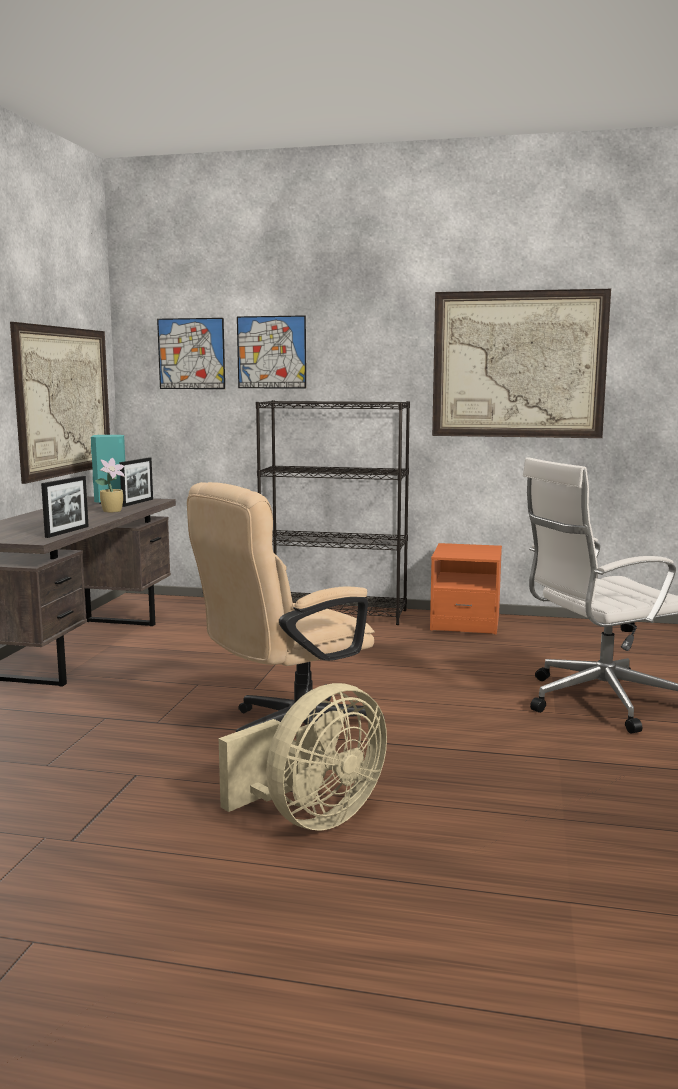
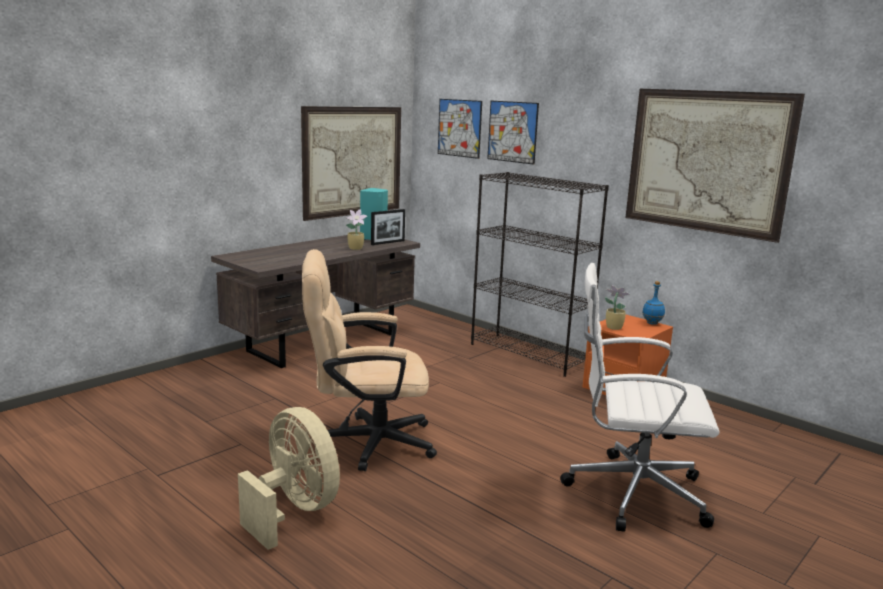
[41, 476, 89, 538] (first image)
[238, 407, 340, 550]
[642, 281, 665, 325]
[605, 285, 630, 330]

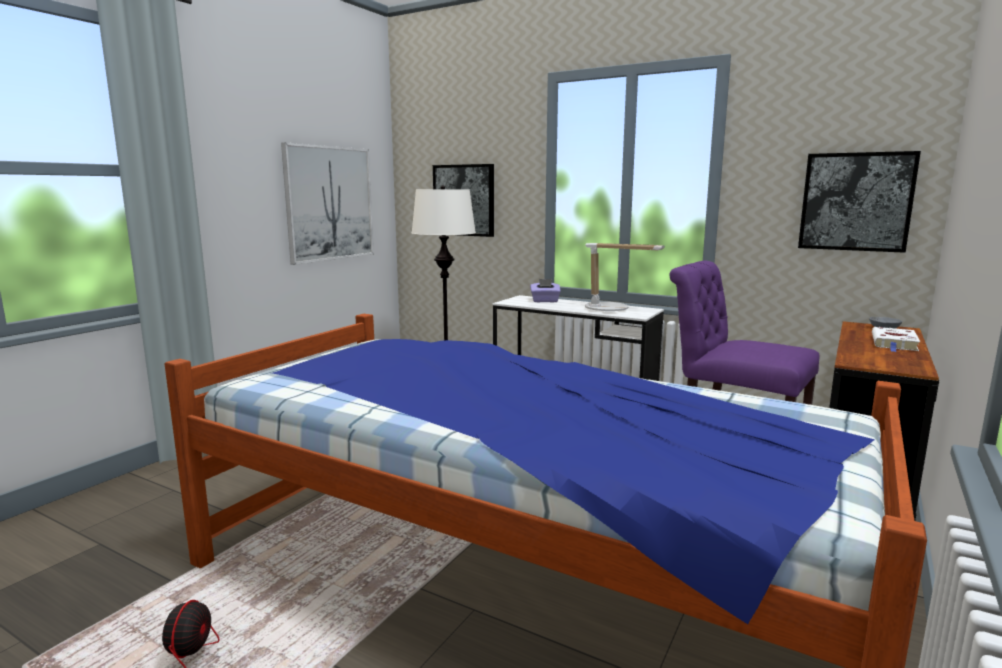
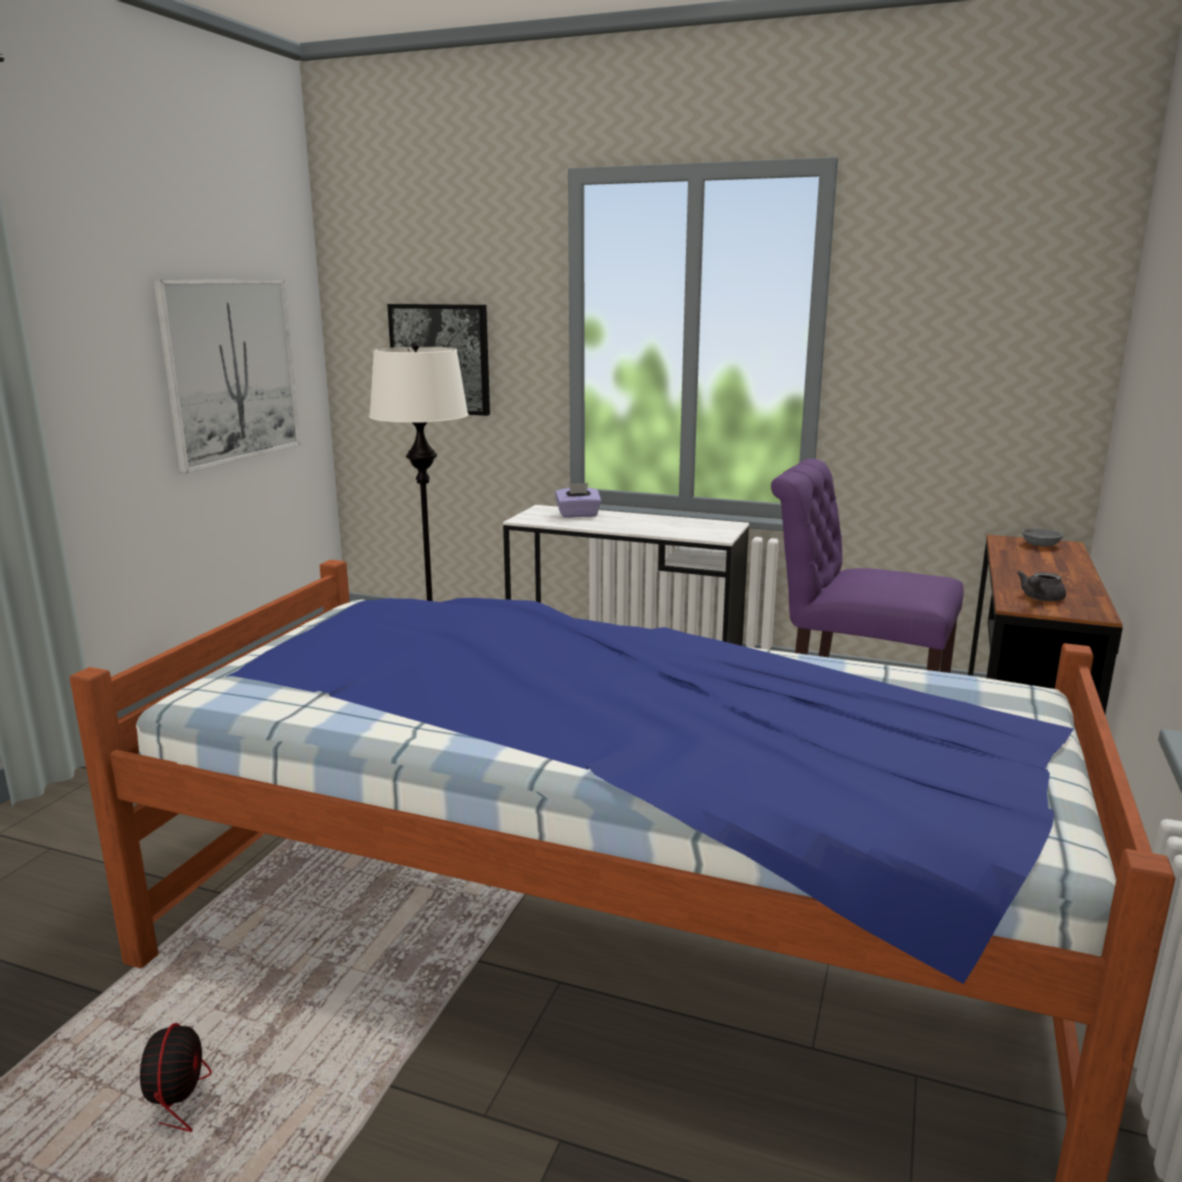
[798, 151, 921, 253] (first image)
[585, 243, 665, 311] (first image)
[872, 327, 920, 352] (first image)
[1017, 571, 1066, 601]

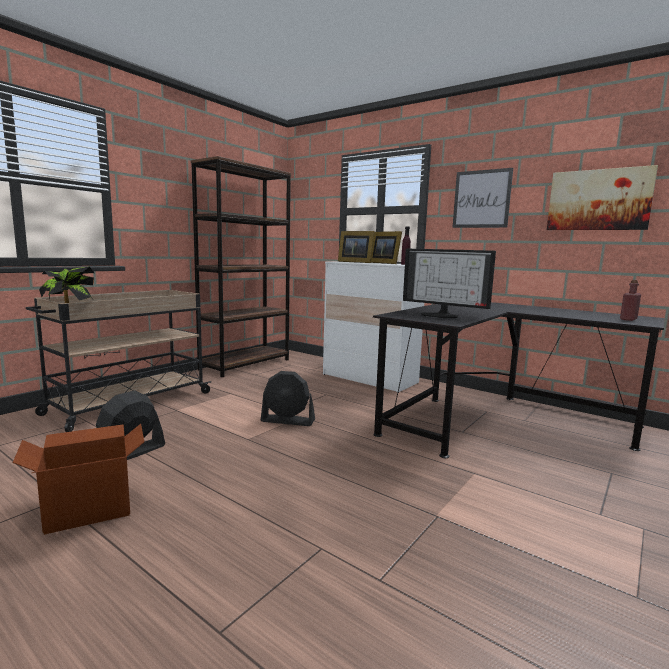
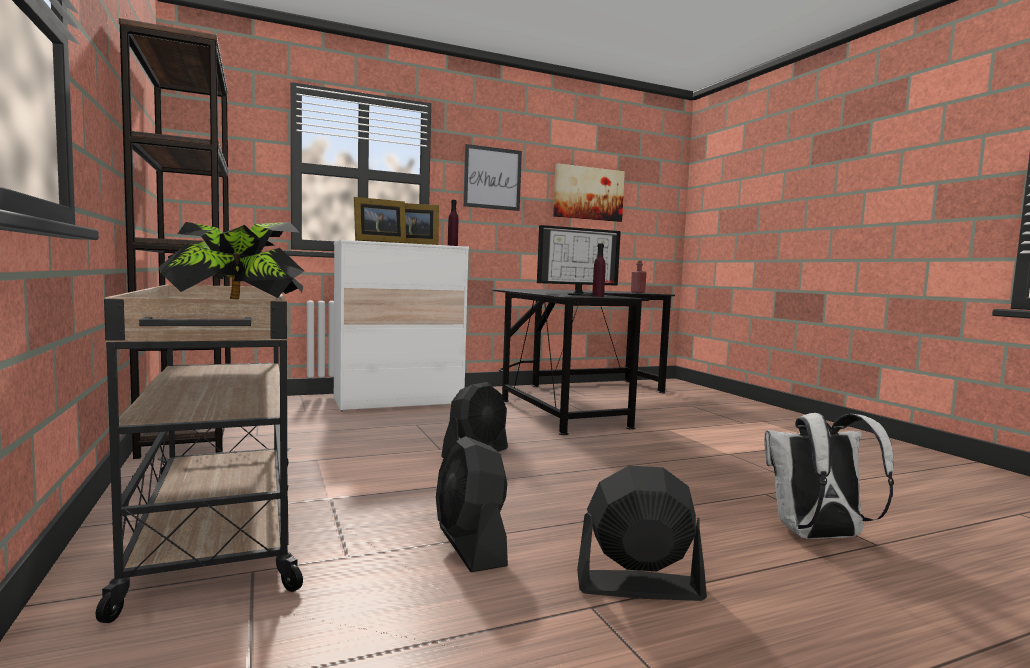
[577, 466, 707, 601]
[592, 243, 606, 297]
[764, 413, 894, 539]

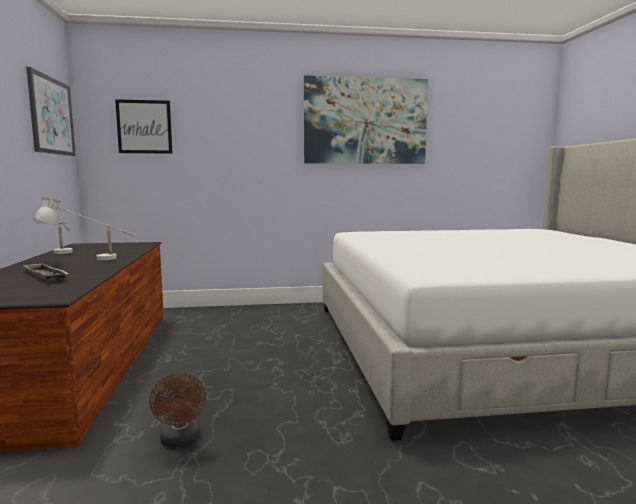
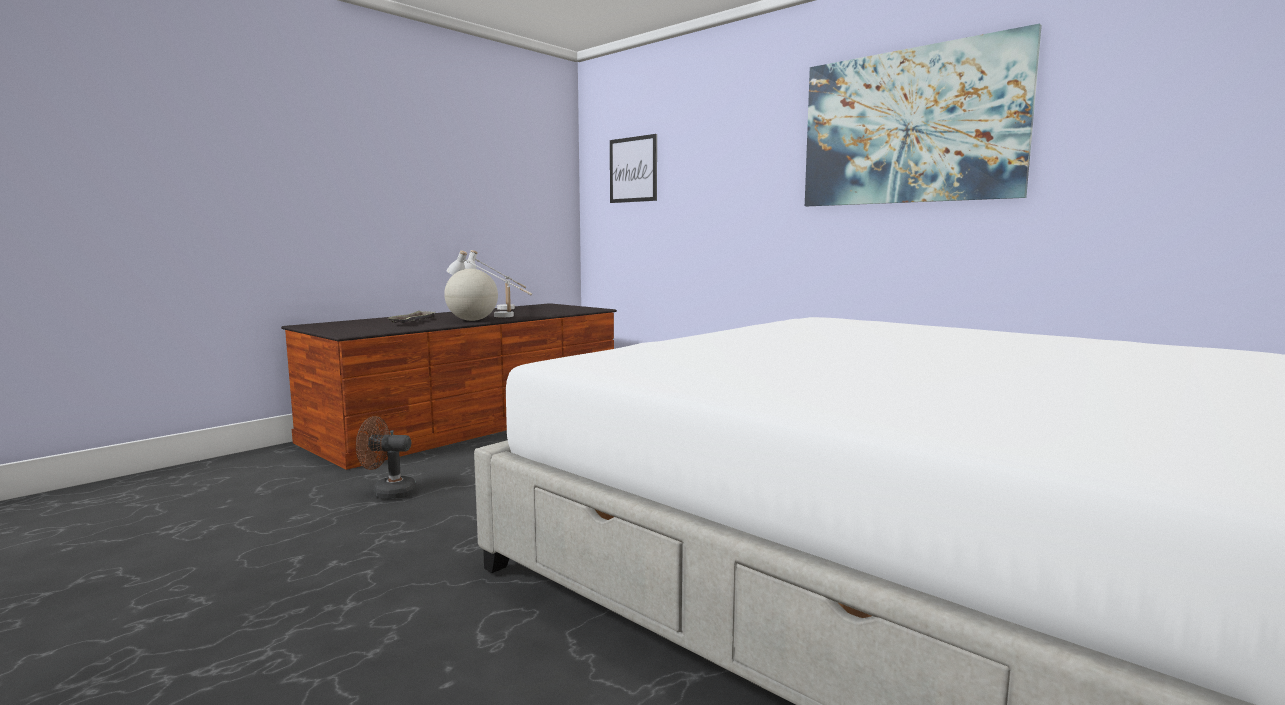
[26, 67, 76, 156] (first image)
[356, 416, 417, 499]
[444, 269, 498, 321]

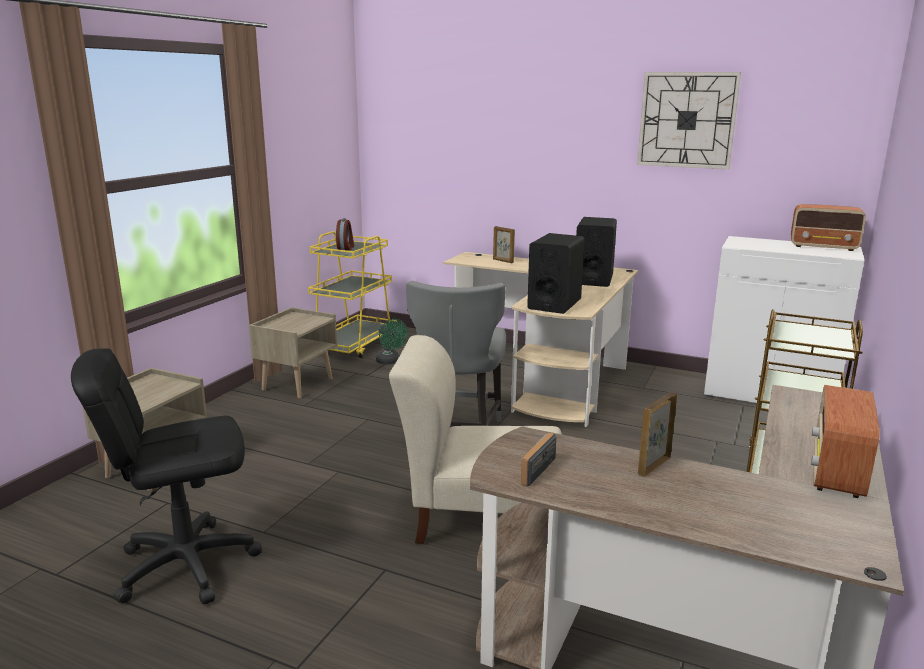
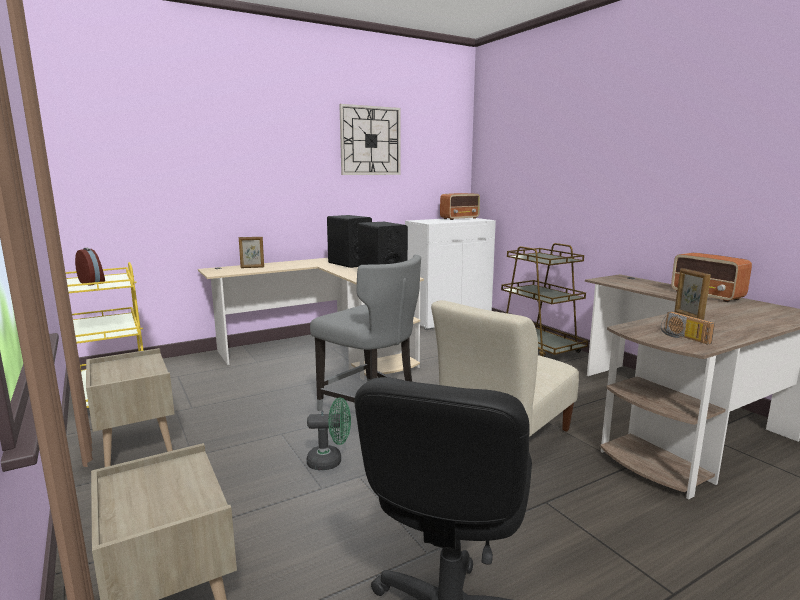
[307, 397, 351, 470]

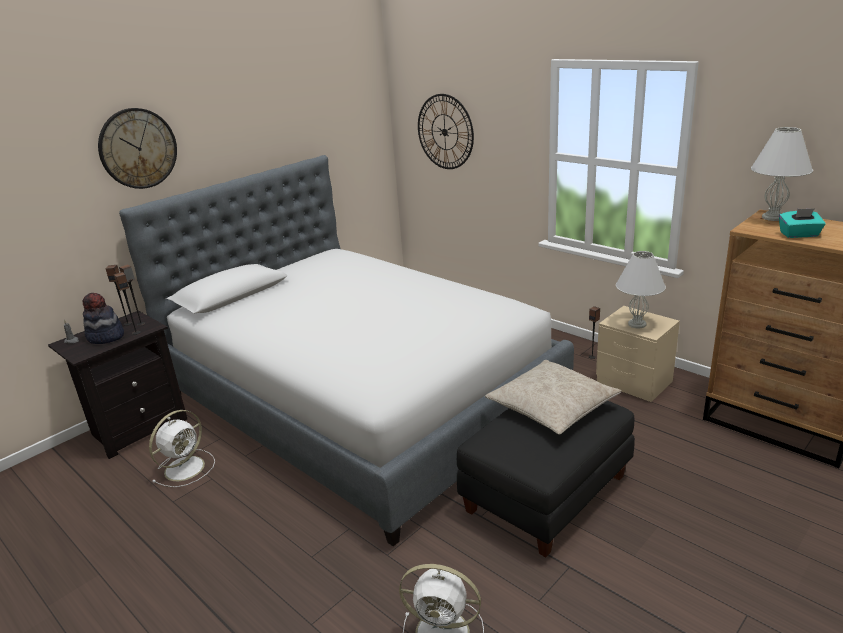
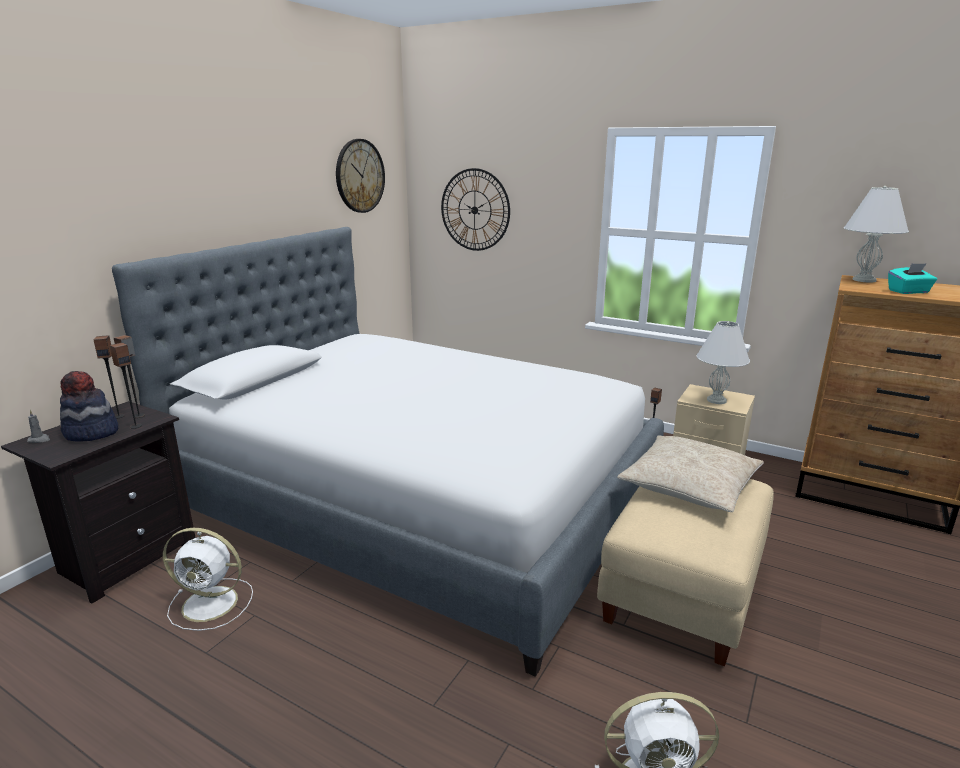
[336, 139, 385, 213]
[597, 479, 774, 667]
[163, 528, 253, 631]

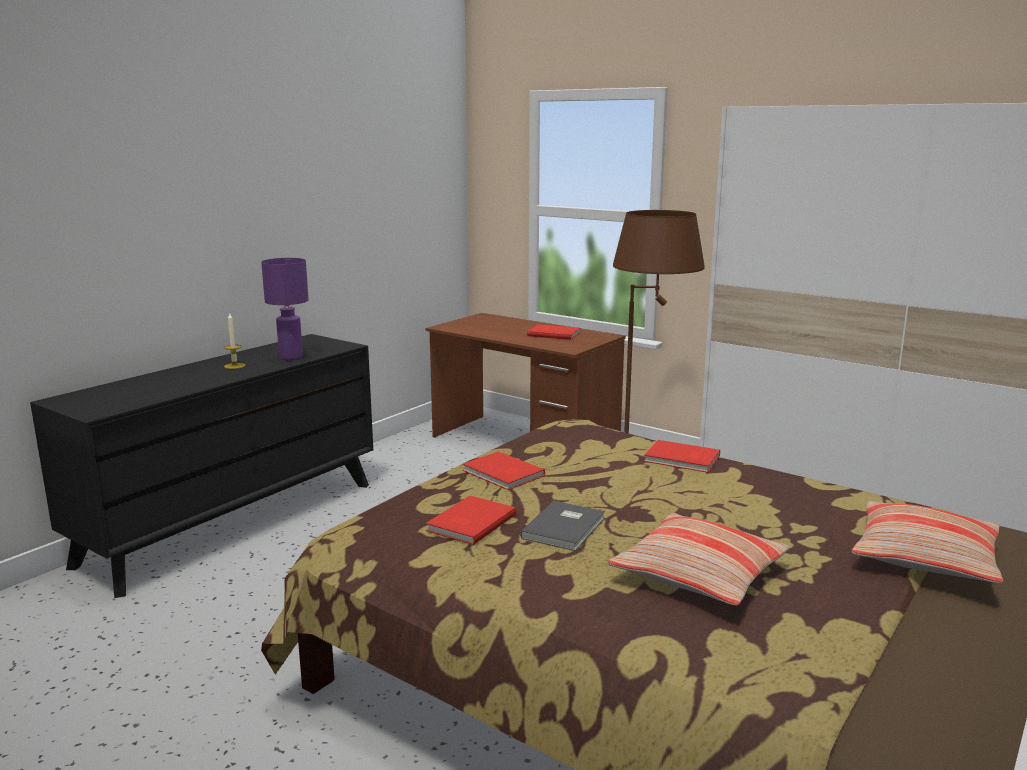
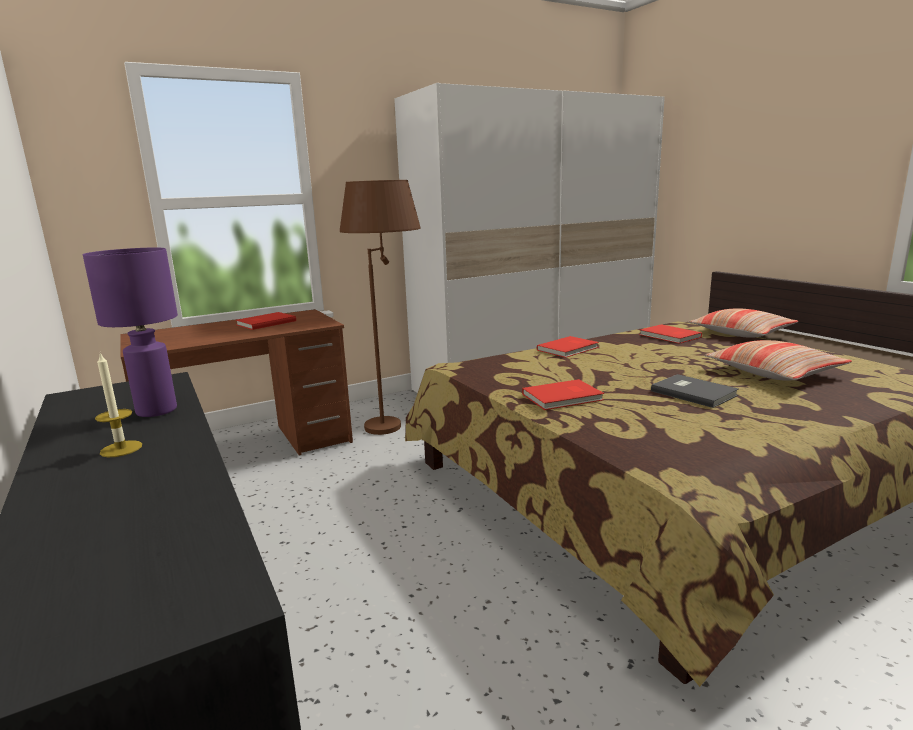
[639, 324, 702, 344]

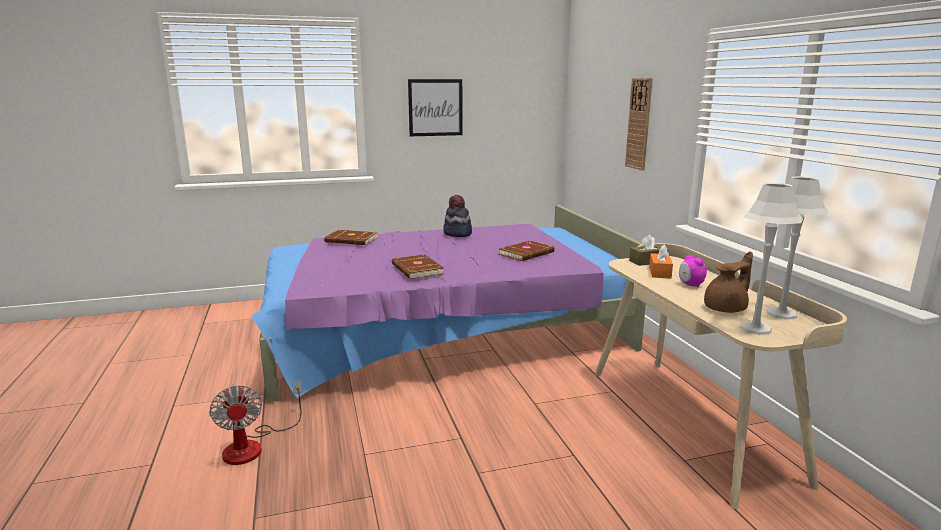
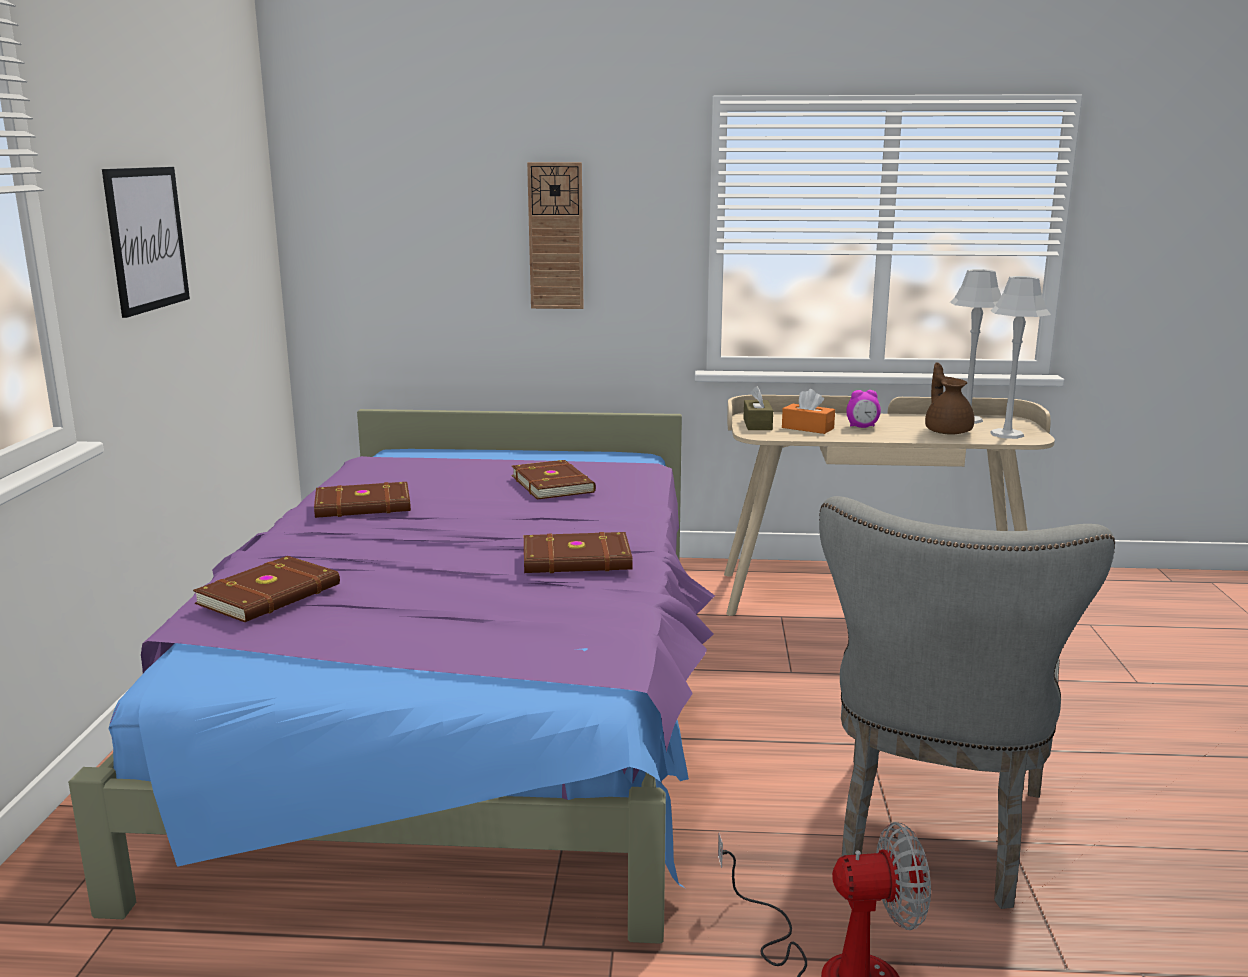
[314, 482, 411, 518]
[819, 496, 1115, 909]

